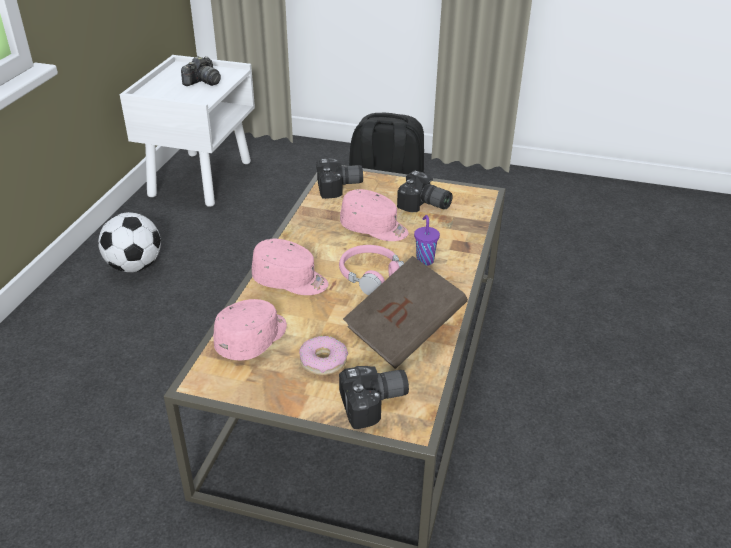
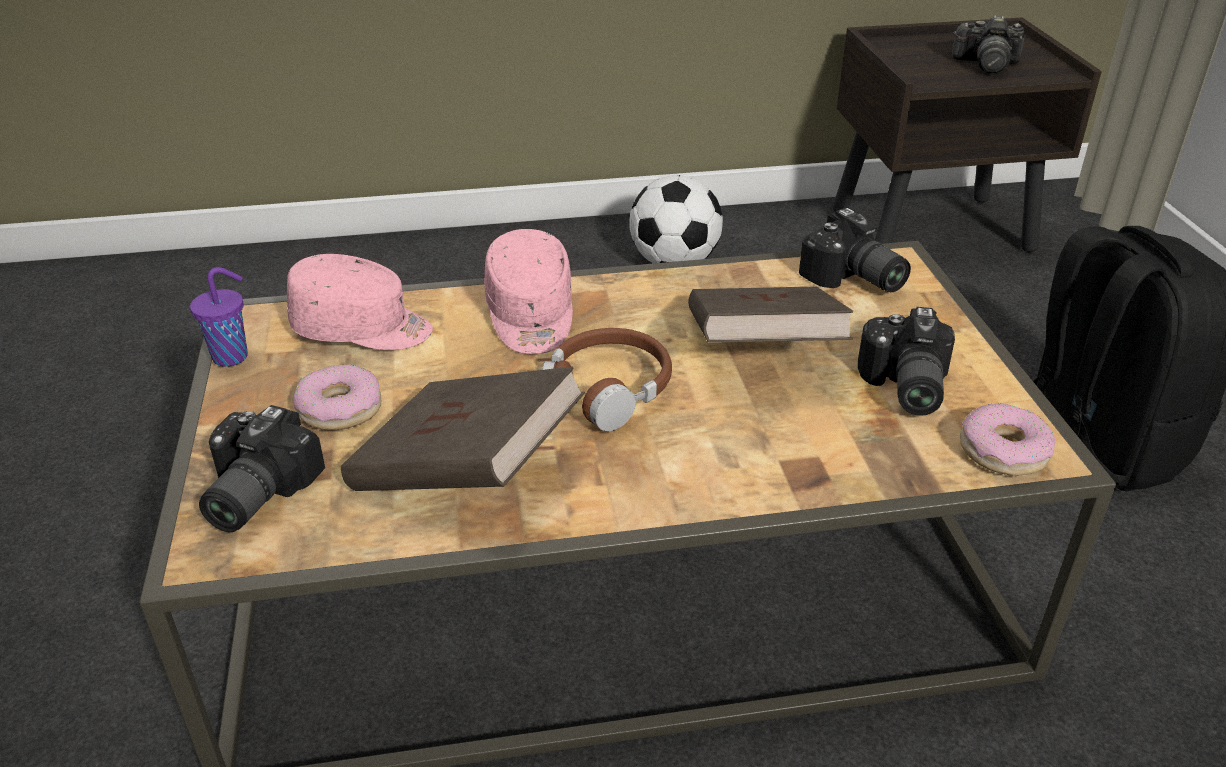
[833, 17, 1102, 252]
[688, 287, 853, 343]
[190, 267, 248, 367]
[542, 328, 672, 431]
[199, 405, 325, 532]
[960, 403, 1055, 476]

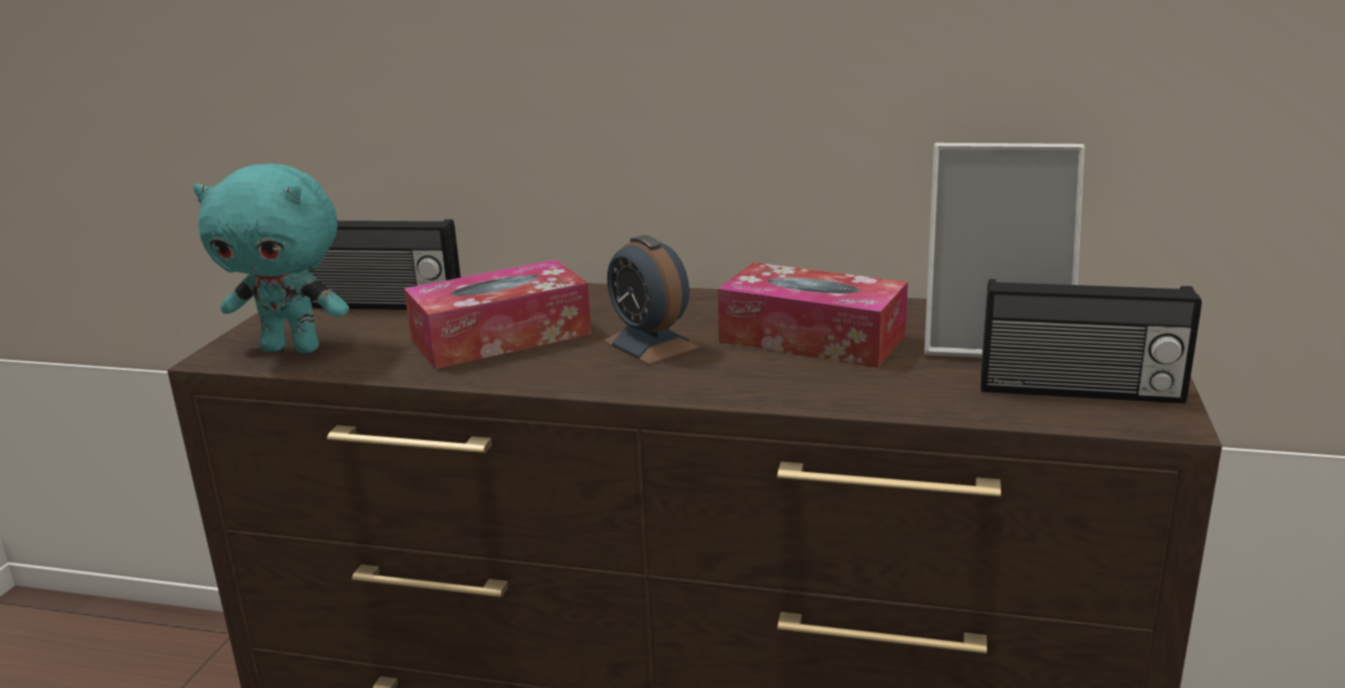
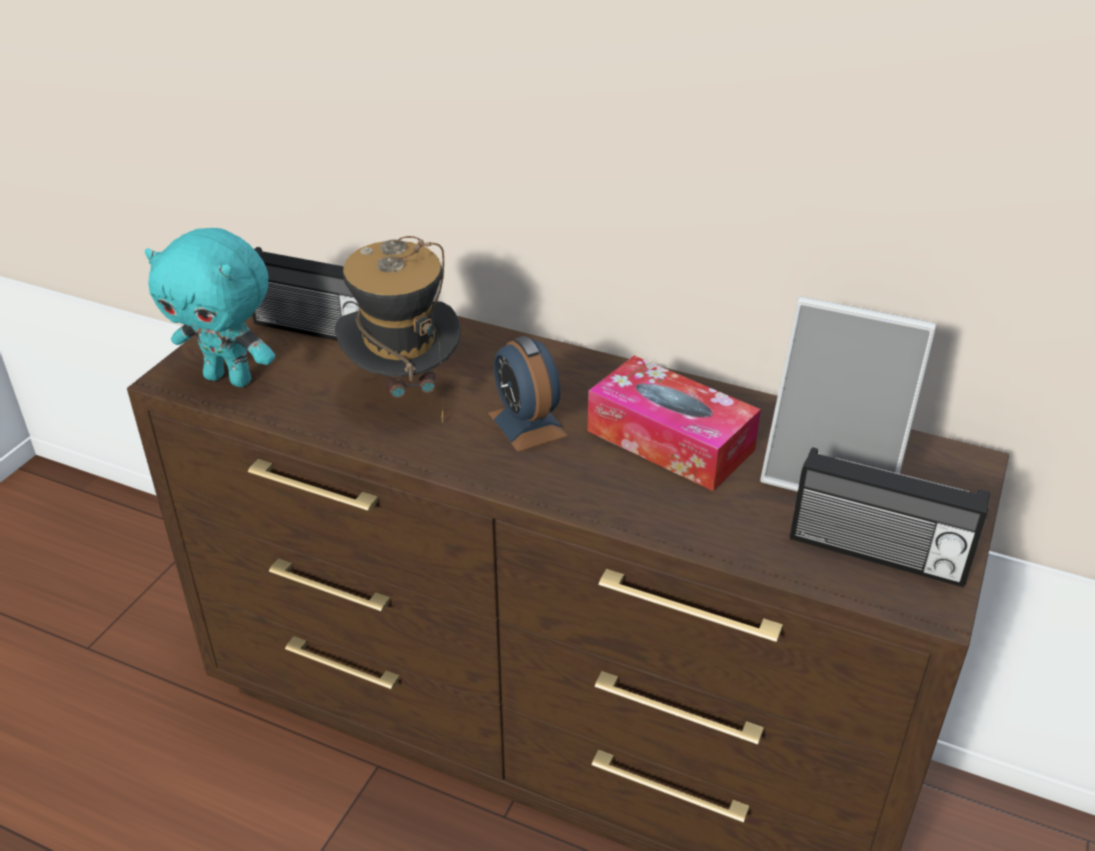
[335, 236, 461, 422]

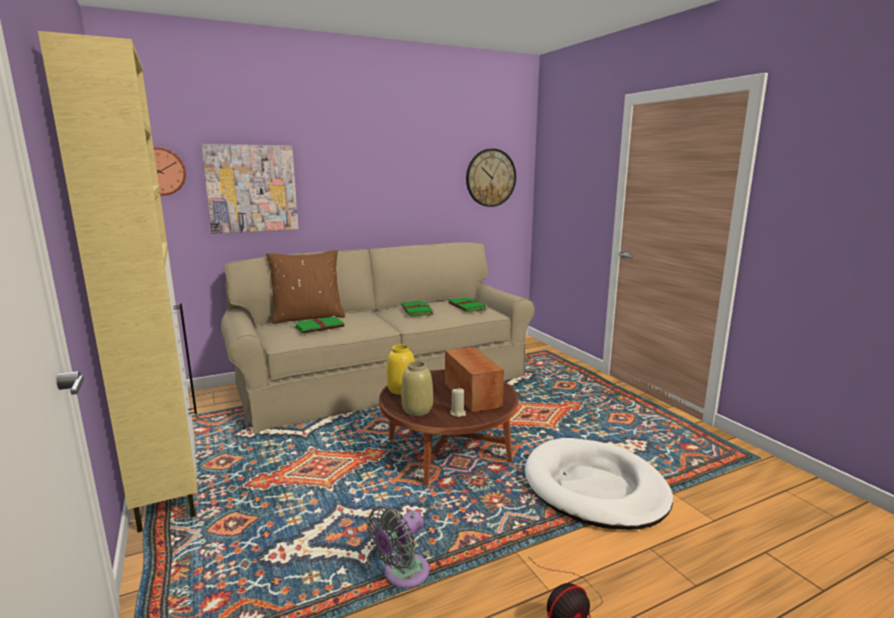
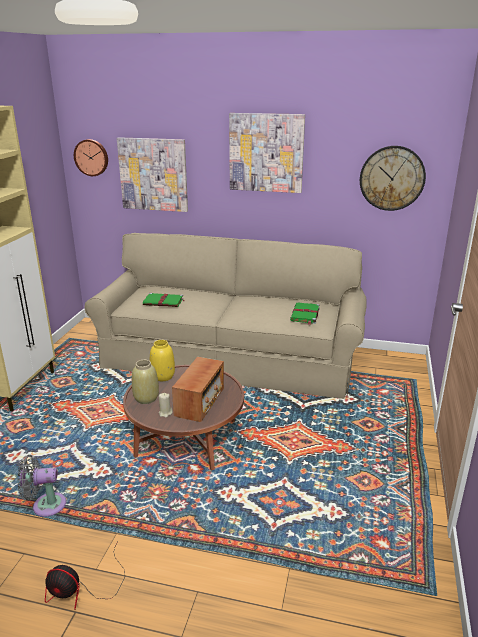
[266, 250, 345, 324] (first image)
[401, 301, 434, 316] (first image)
[525, 438, 673, 530] (first image)
[229, 113, 305, 193]

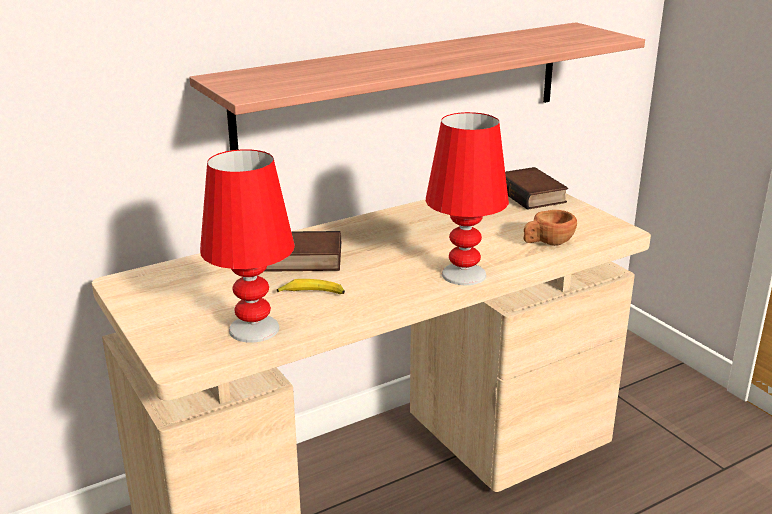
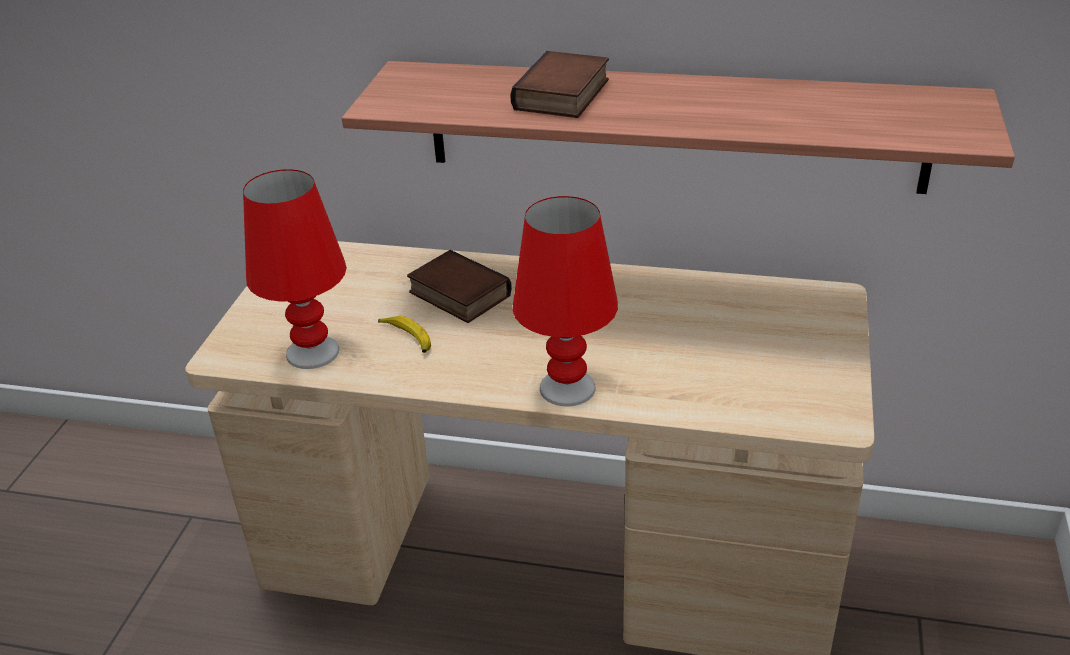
[510, 51, 609, 118]
[523, 210, 577, 246] (first image)

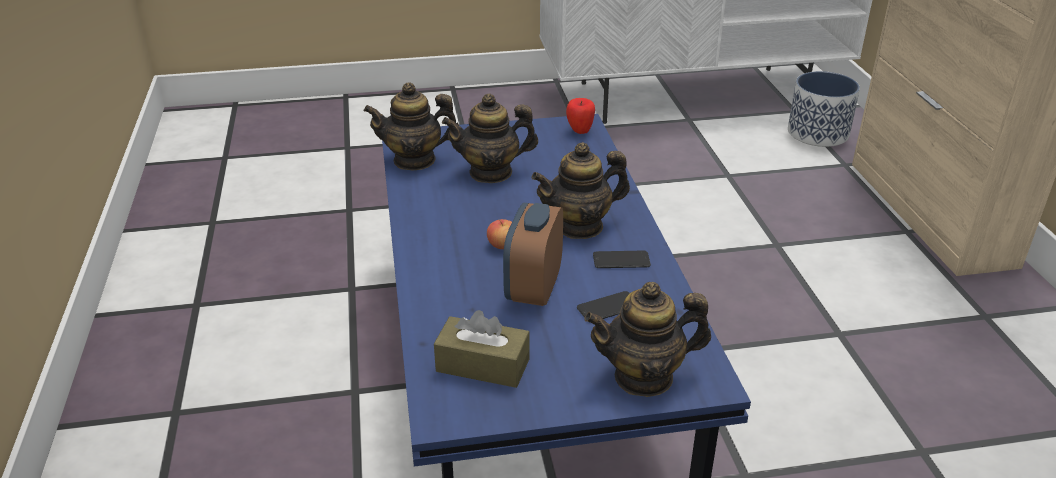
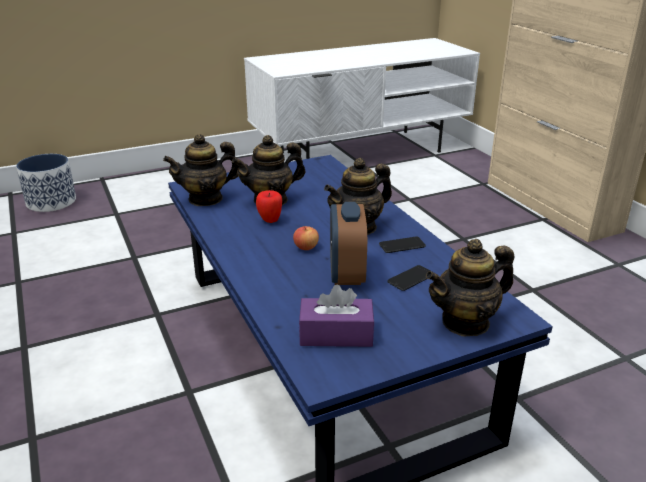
[16, 154, 76, 212]
[256, 190, 282, 223]
[299, 285, 374, 347]

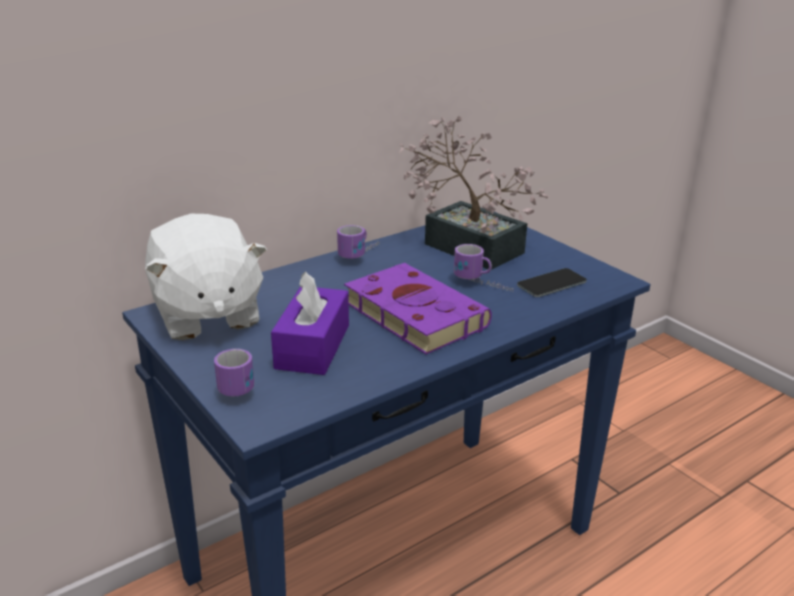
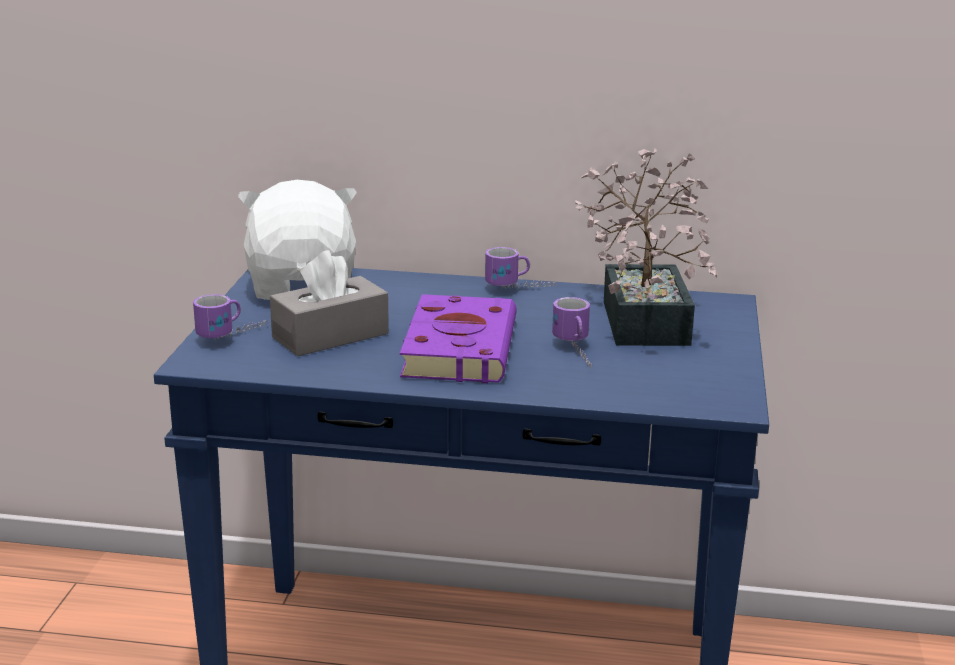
[238, 180, 357, 300]
[517, 268, 587, 297] (first image)
[270, 250, 389, 356]

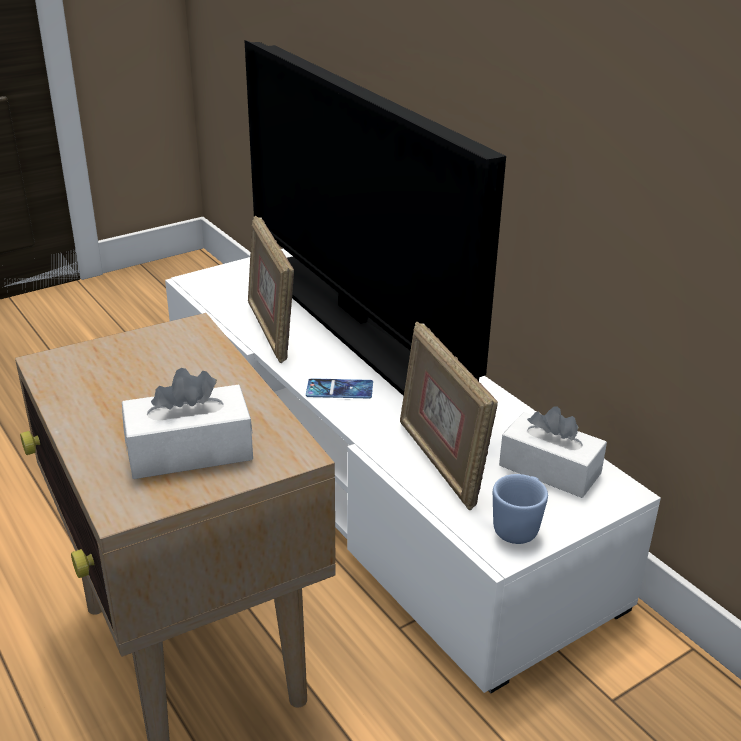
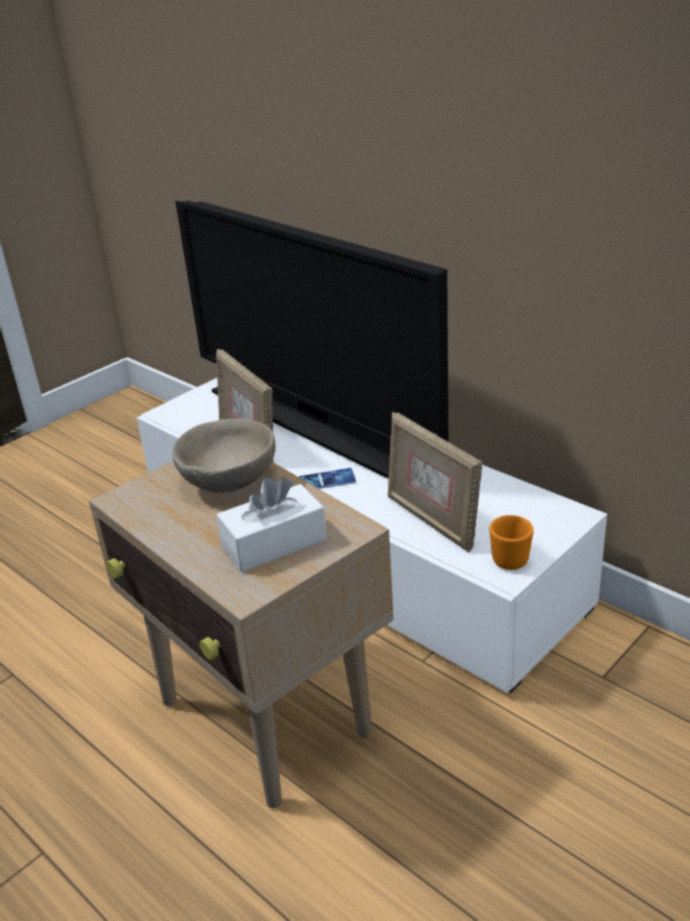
[499, 407, 607, 498] (first image)
[490, 515, 533, 570]
[172, 419, 276, 493]

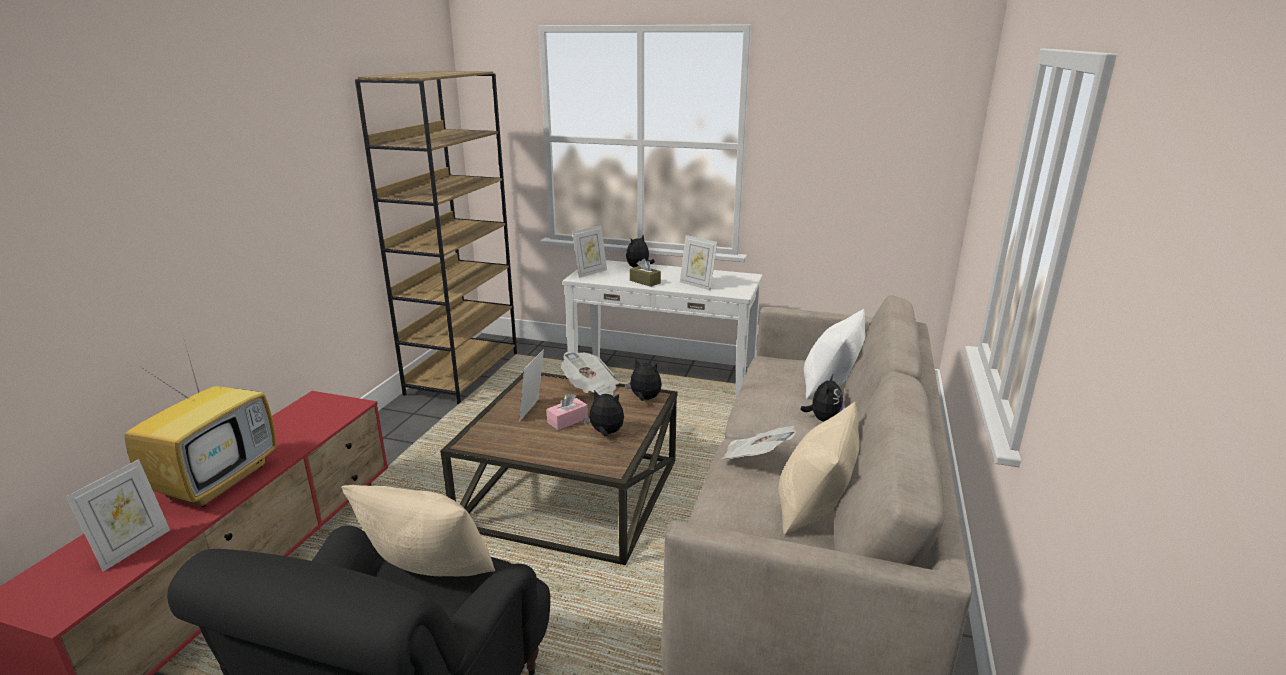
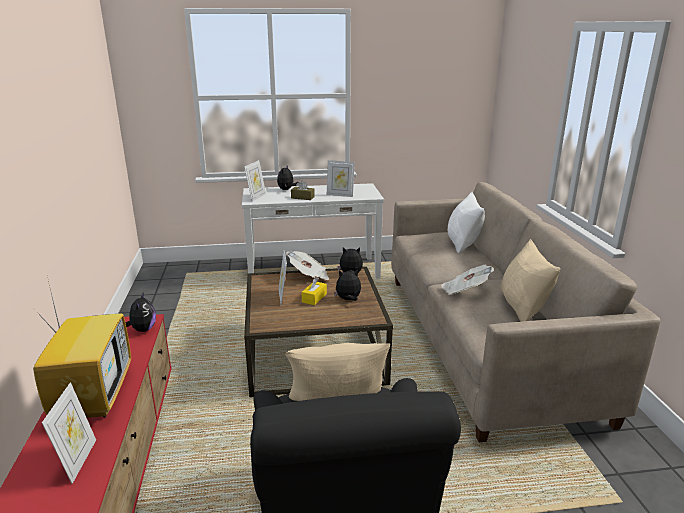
[355, 71, 517, 404] (first image)
[125, 291, 156, 332]
[302, 277, 327, 305]

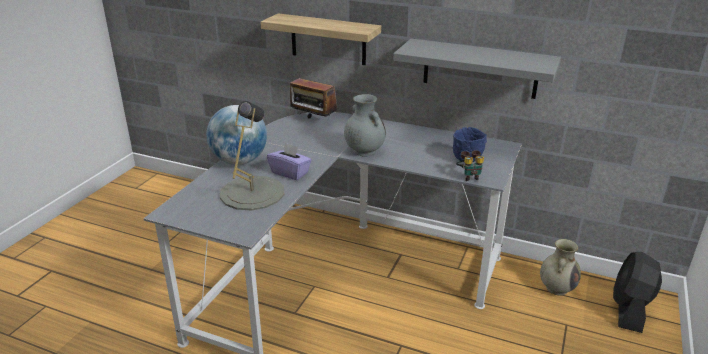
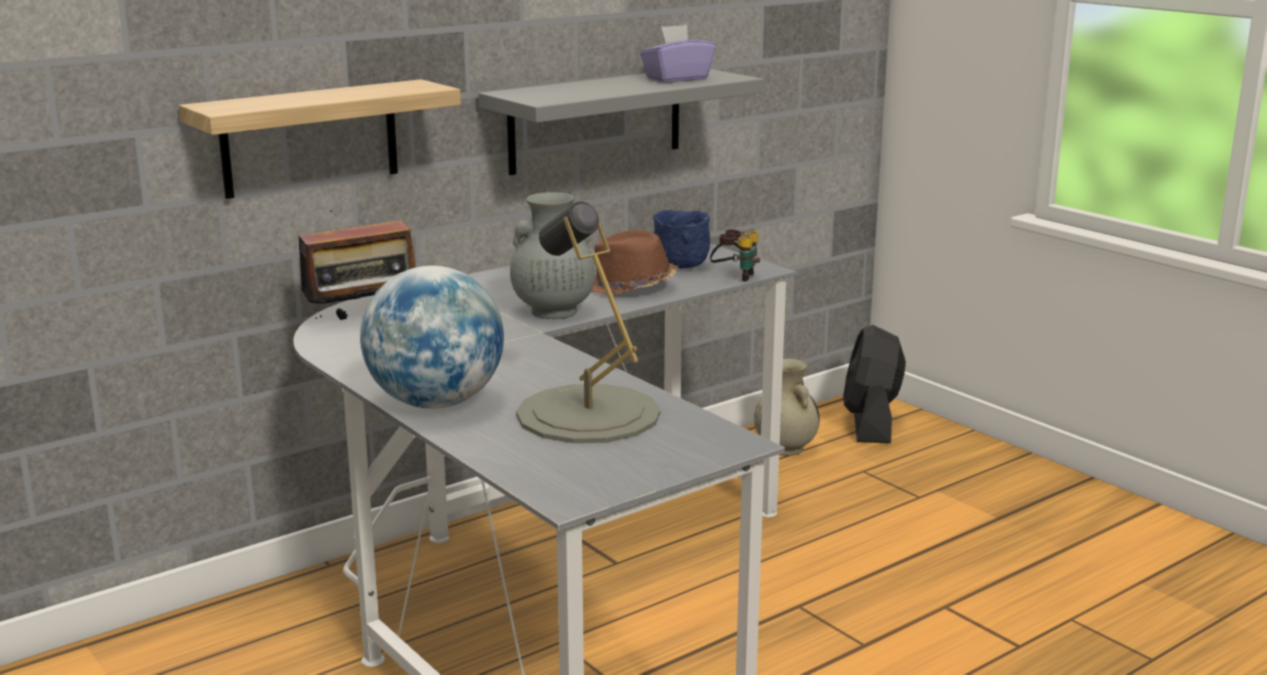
[640, 25, 716, 82]
[843, 325, 906, 443]
[591, 230, 678, 294]

